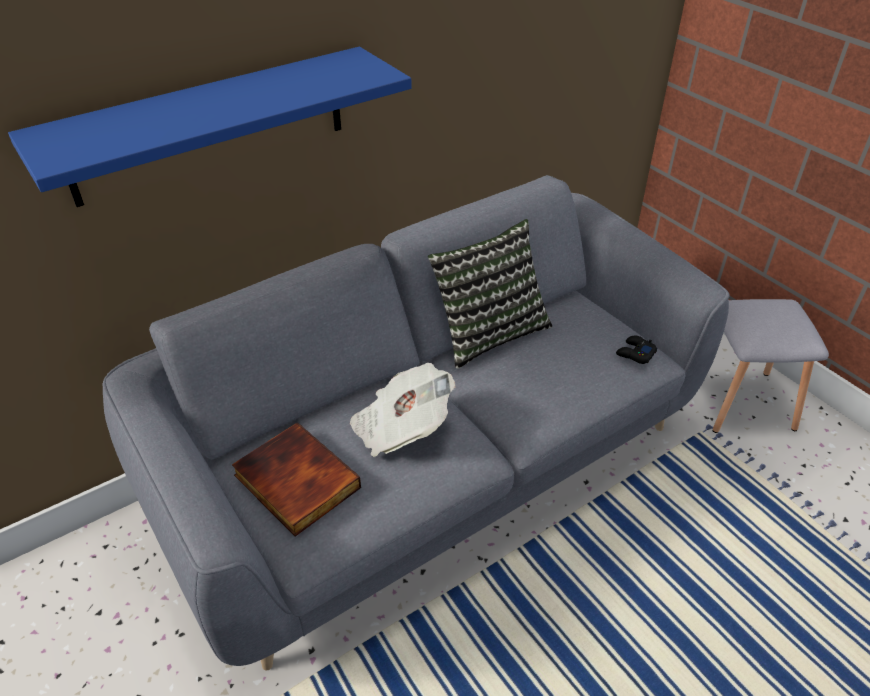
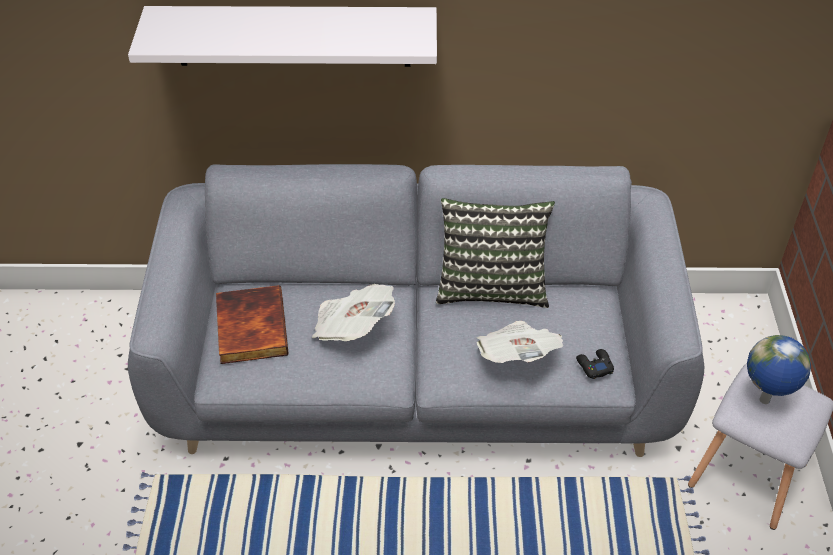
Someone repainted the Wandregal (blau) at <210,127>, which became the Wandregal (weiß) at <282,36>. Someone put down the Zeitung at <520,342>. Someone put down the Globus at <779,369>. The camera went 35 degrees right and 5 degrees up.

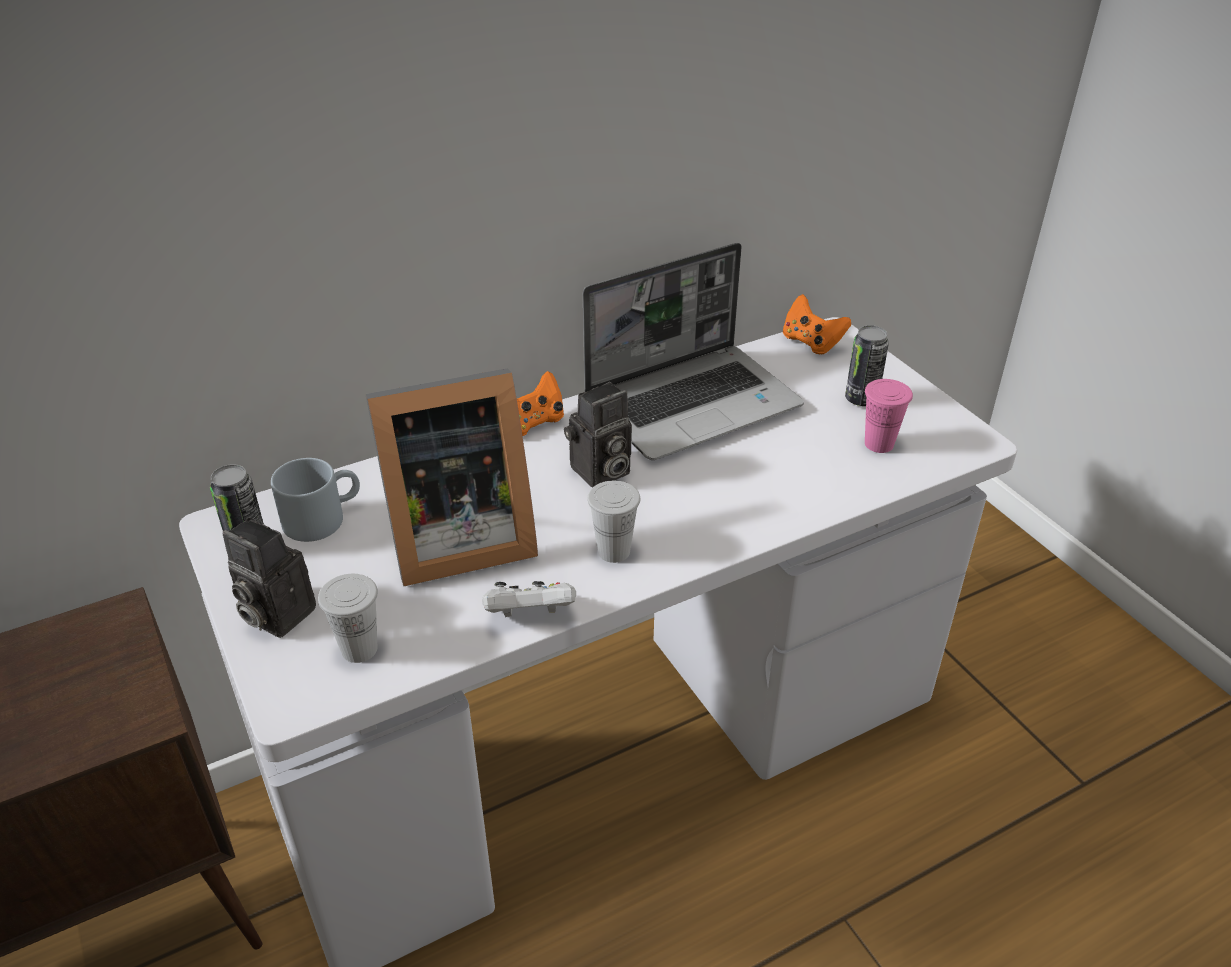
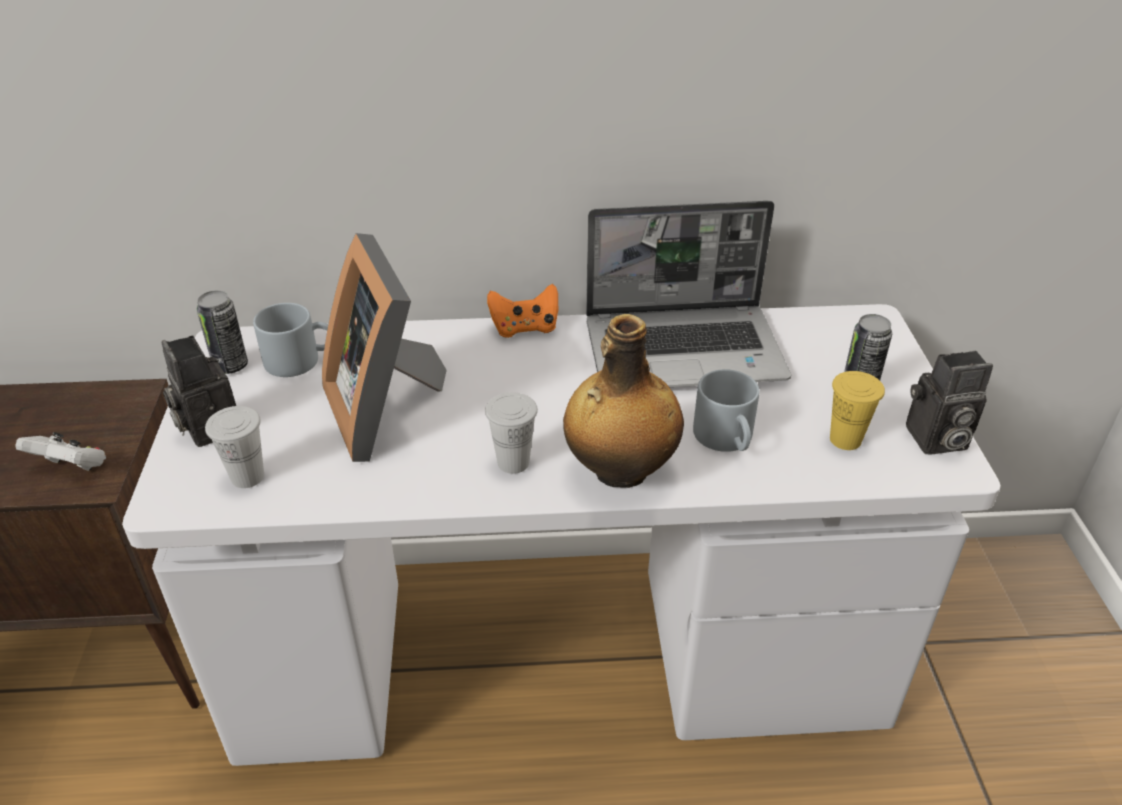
Someone took away the Gamepad (orange) at <817,324>. Someone rotated the Bilderrahmen at <452,477> by 60 degrees clockwise. Someone repainted the Tasse (rosa) at <889,416>, which became the Tasse (gelb) at <857,410>. Someone carried the Kamera from <598,435> to <949,402>. Someone carried the Gamepad (weiß) from <529,599> to <60,451>. Someone put down the Flasche at <623,401>. Someone put down the Henkelbecher (grau) at <726,410>. The camera went 25 degrees right and 0 degrees up.

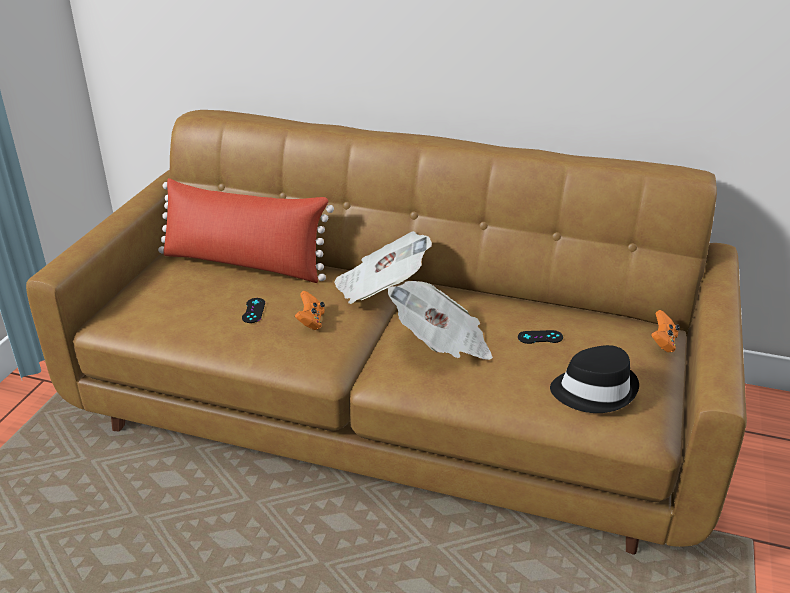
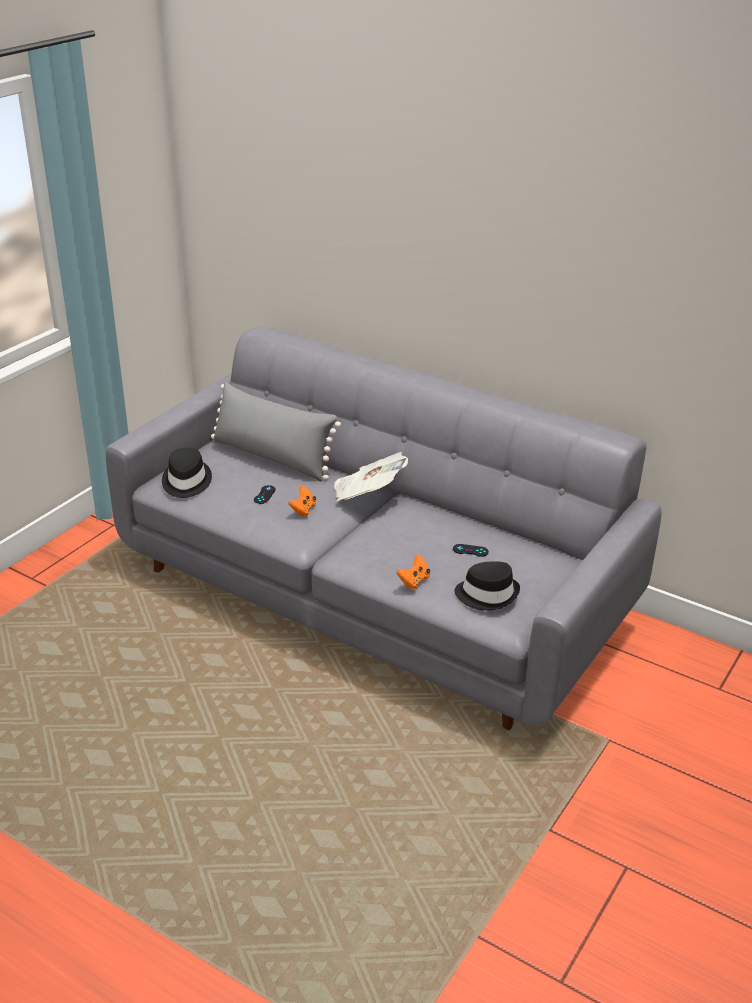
Someone repainted the Sofa (braun) at <386,332>, which became the Sofa (grau) at <384,528>. Someone repainted the Kissen (rot) at <246,230>, which became the Kissen (grau) at <276,431>. Someone took away the Zeitung at <440,320>. Someone carried the Gamepad (orange) from <665,331> to <413,571>. Someone put down the Hut (schwarz) at <187,473>. The camera went 15 degrees right and 0 degrees up.

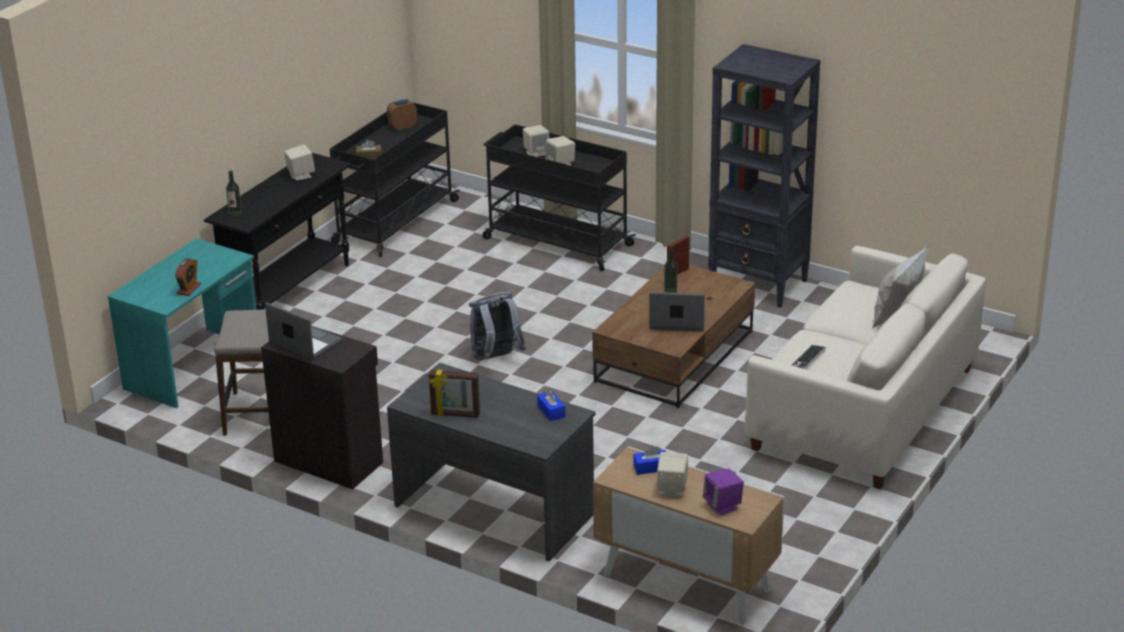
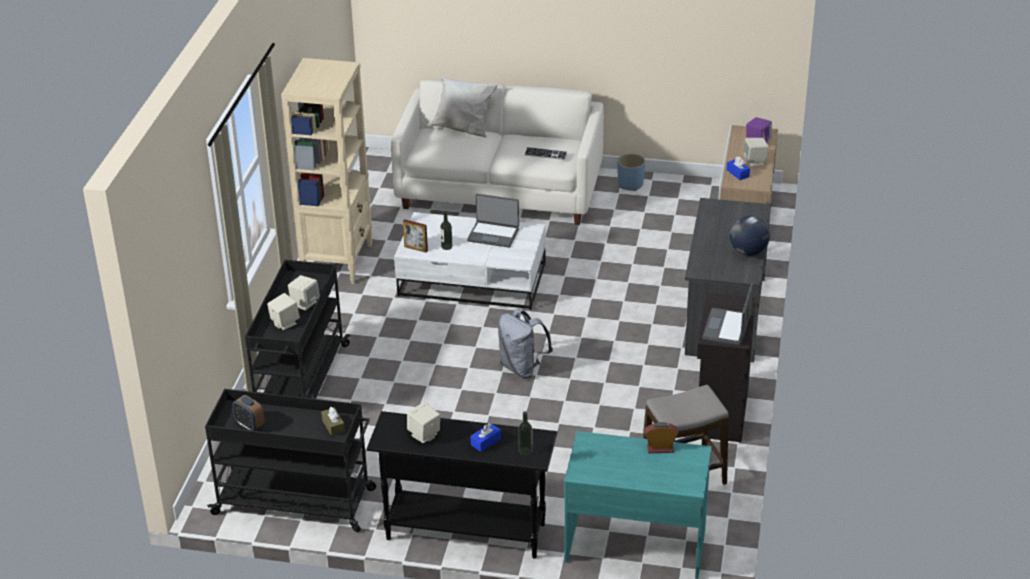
Someone repainted the Bücherregal (schwarz) at <764,176>, which became the Bücherregal (beige) at <326,171>. Someone repainted the Couchtisch (braun) at <673,336>, which became the Couchtisch (weiß) at <470,261>. Someone rotated the Laptop at <677,311> by 60 degrees counterclockwise. Someone swapped the Bilderrahmen at <454,393> for the Globus at <750,236>. Someone carried the Taschentuchbox (blau) from <551,405> to <485,437>. Someone put down the Pflanzkübel (blau) at <631,172>. The camera went 110 degrees left and 5 degrees up.

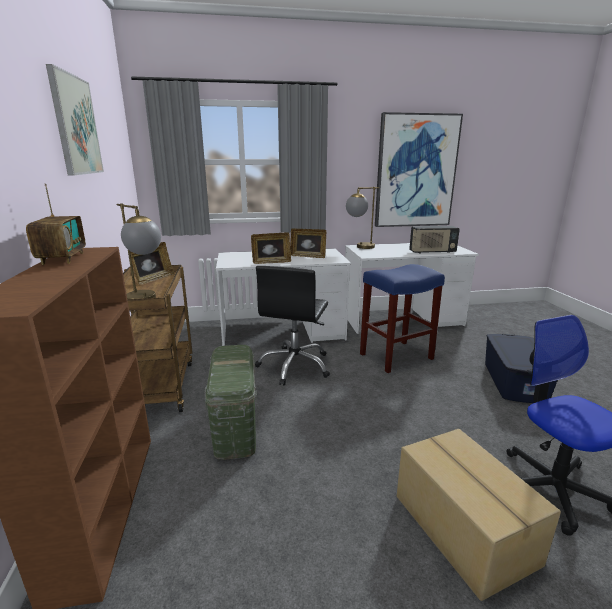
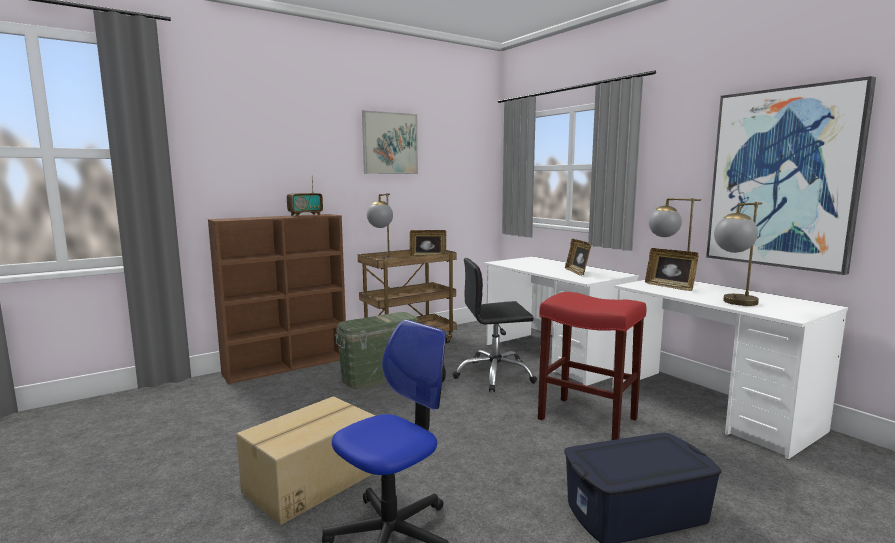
Someone swapped the Radio at <434,239> for the Tischlampe at <738,254>. Someone carried the Bilderrahmen from <271,248> to <671,269>. Someone repainted the Hocker (blau) at <402,318>, which became the Hocker (rot) at <592,366>. The camera went 65 degrees right and 10 degrees down.

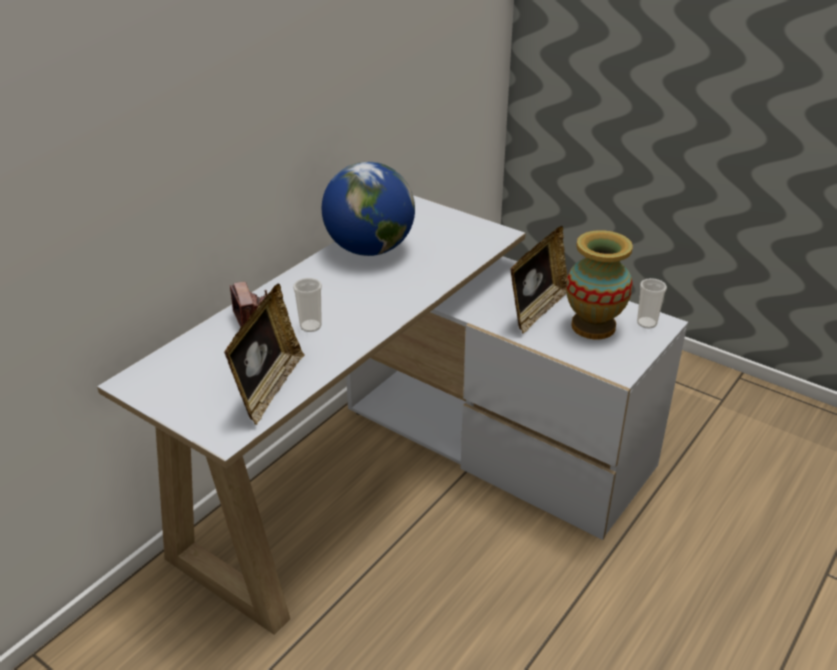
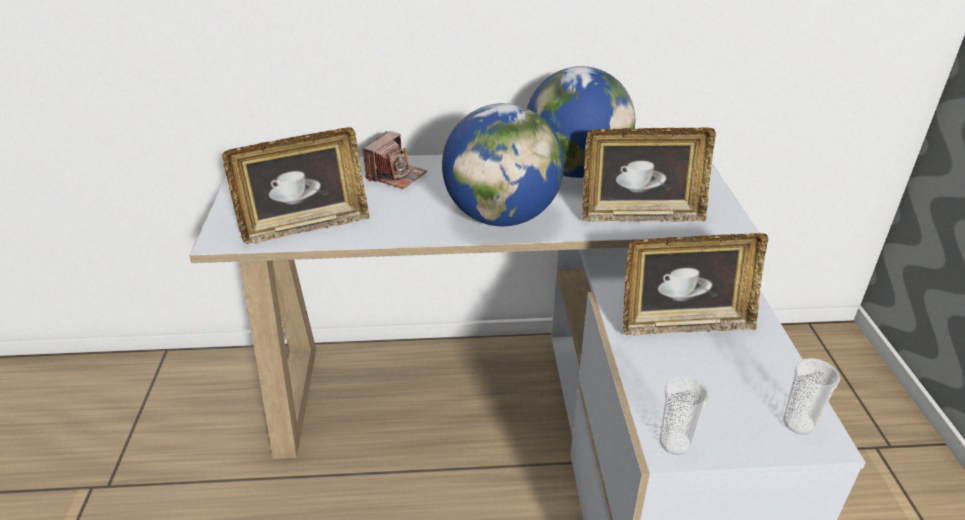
Someone took away the Vase at <599,284>. Someone carried the Tasse from <307,305> to <684,415>. Someone put down the Globus at <503,164>. Someone put down the Bilderrahmen at <649,175>. The camera went 50 degrees right and 0 degrees up.

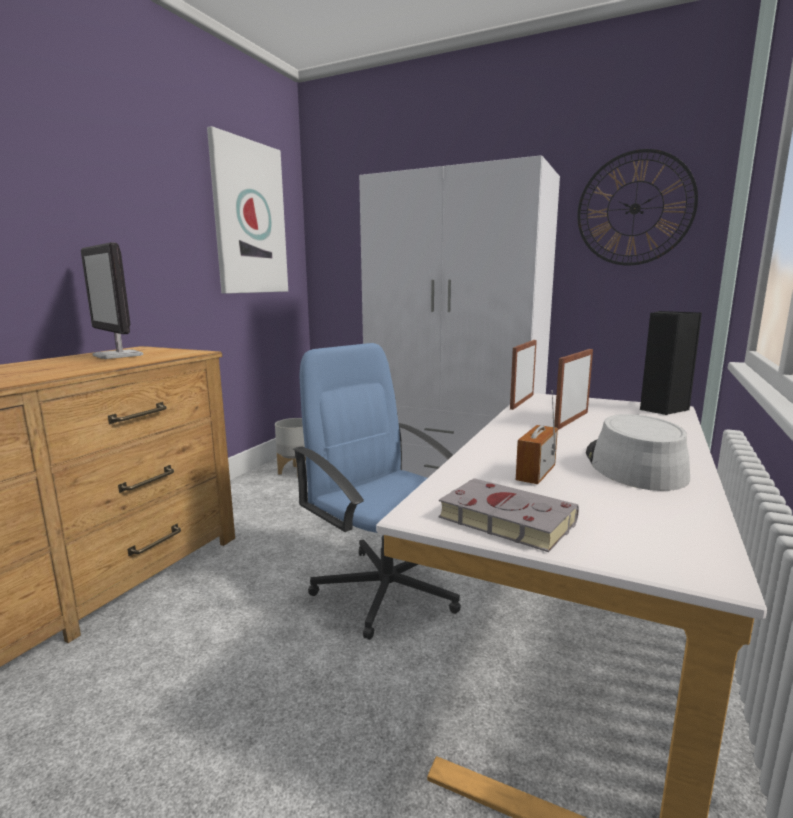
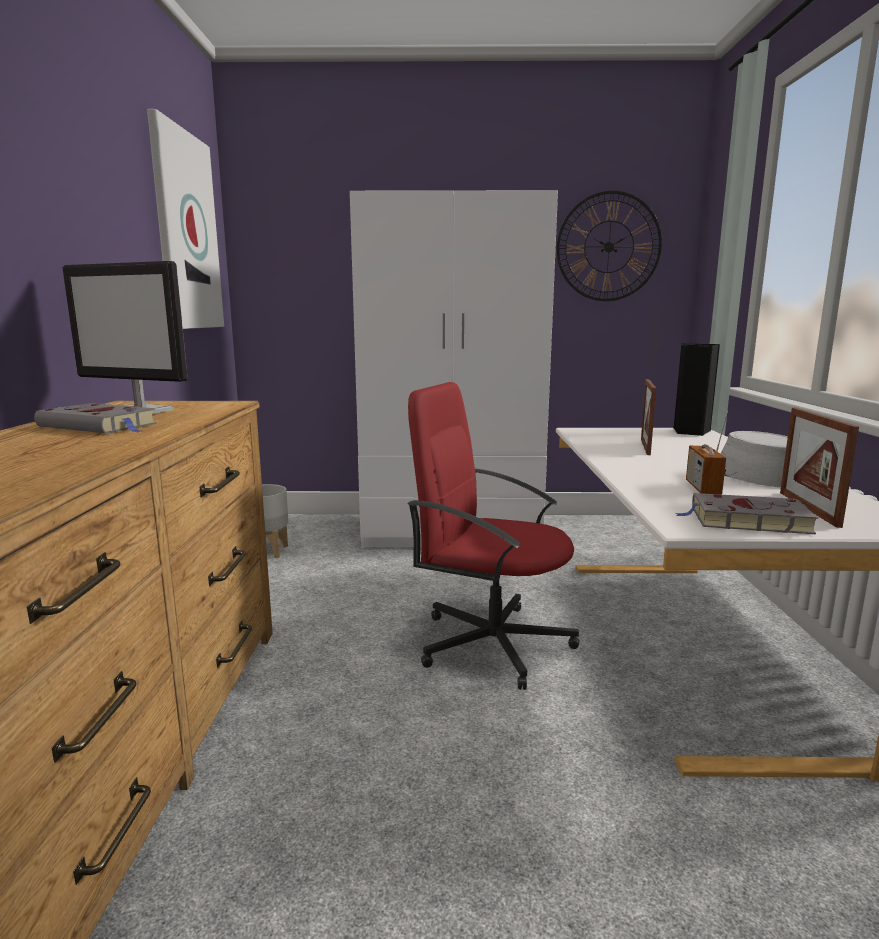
Someone carried the Bilderrahmen from <523,375> to <819,468>. Someone repainted the Bürostuhl (blau) at <377,491>, which became the Bürostuhl (rot) at <494,536>. Someone put down the Buch (grau) at <95,418>. The camera went 25 degrees left and 0 degrees up.

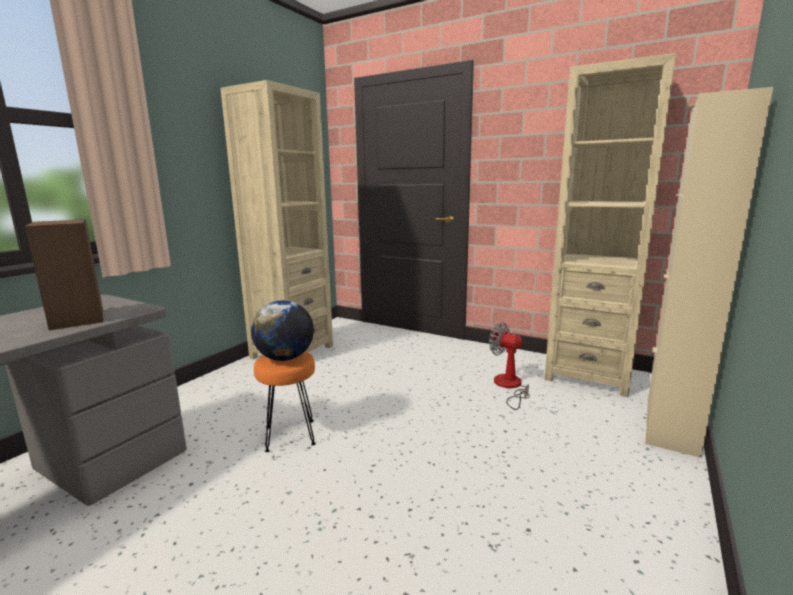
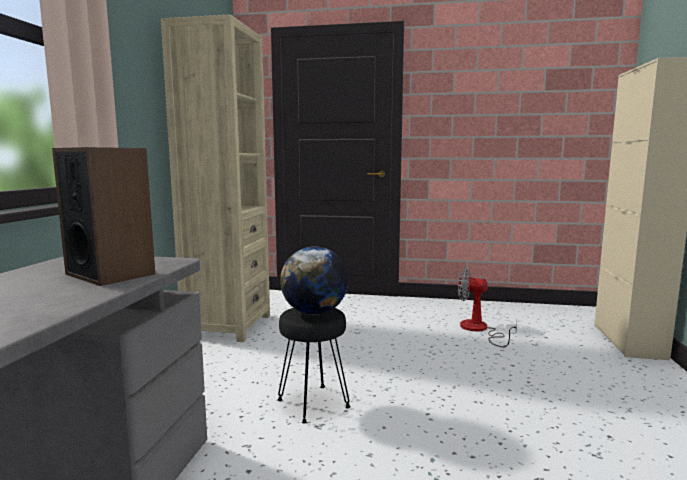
Someone took away the Bücherregal (beige) at <610,225>. Someone repainted the Hocker (orange) at <285,402>, which became the Hocker (schwarz) at <314,365>. The camera went 20 degrees left and 5 degrees down.

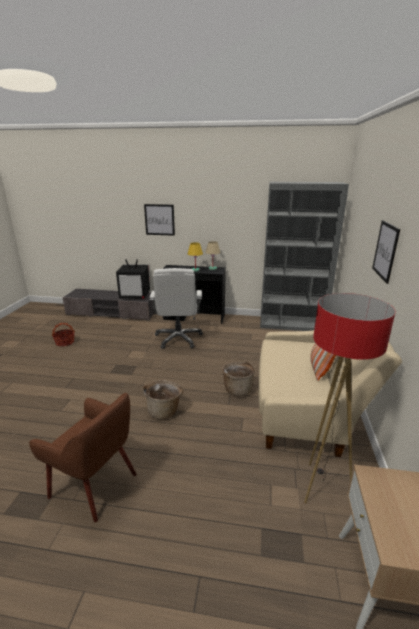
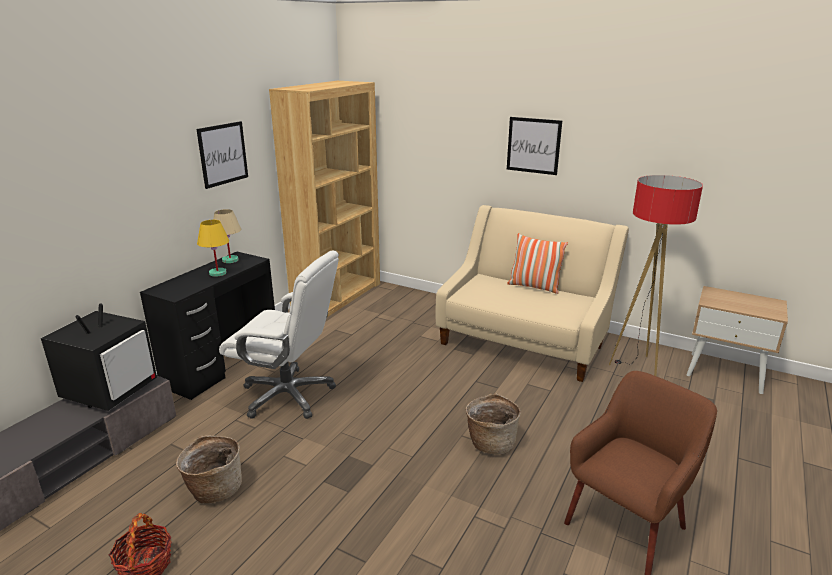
Someone repainted the Bücherregal (grau) at <304,256>, which became the Bücherregal (braun) at <324,199>. Someone carried the Bild from <159,220> to <222,155>. Someone carried the Korb from <238,379> to <209,469>. The camera went 70 degrees left and 0 degrees up.

